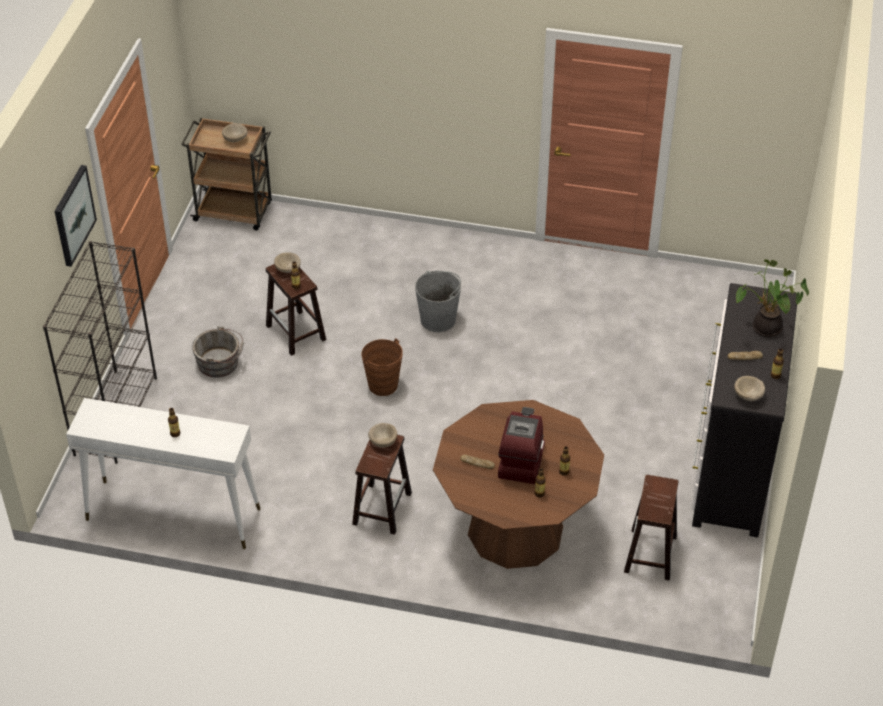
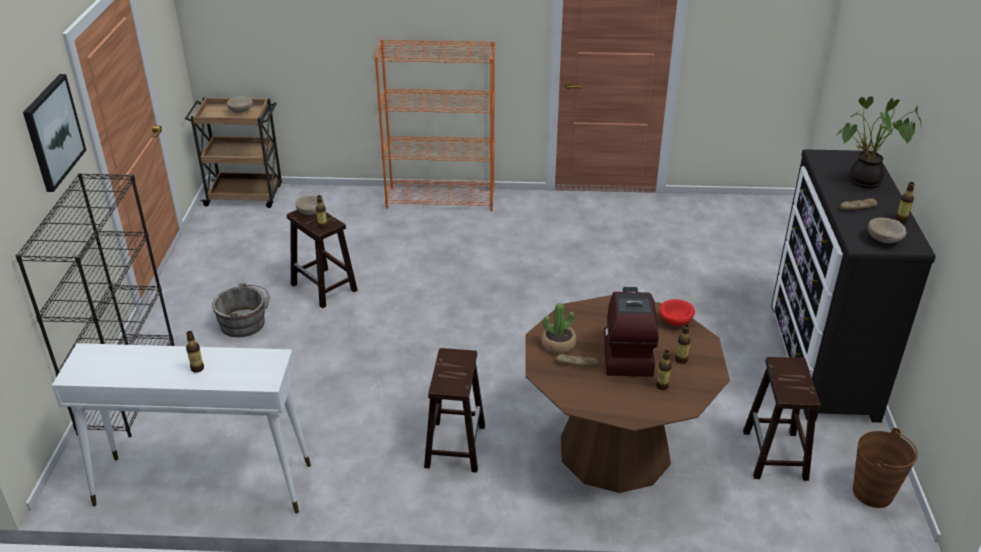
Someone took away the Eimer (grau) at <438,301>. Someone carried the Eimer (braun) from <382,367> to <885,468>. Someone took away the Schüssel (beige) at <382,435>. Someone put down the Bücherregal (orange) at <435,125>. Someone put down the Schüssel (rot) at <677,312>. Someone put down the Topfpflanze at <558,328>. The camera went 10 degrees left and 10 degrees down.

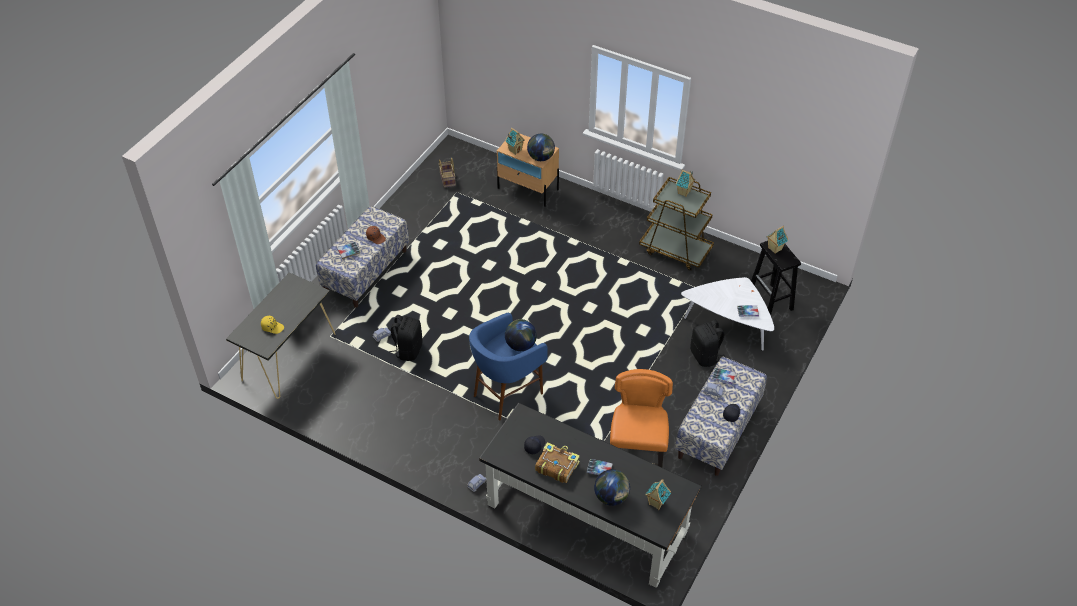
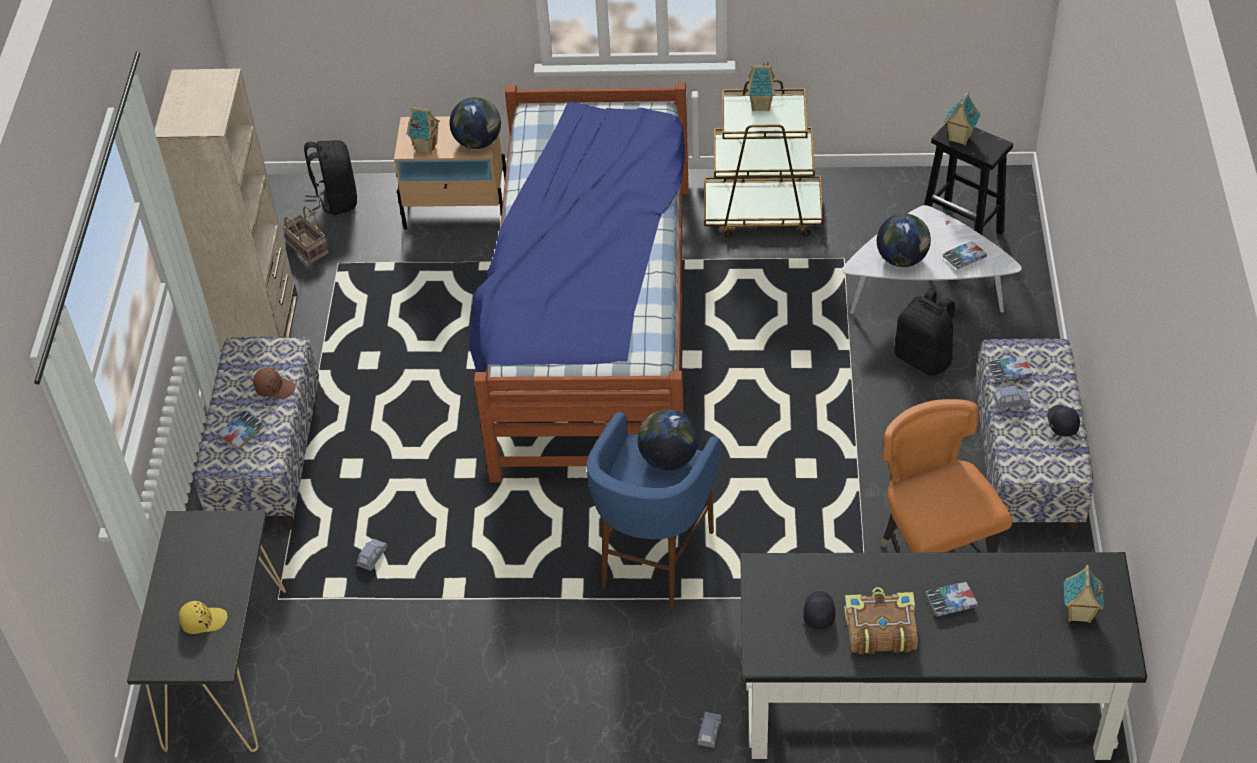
Someone carried the Rucksack (schwarz) from <406,338> to <330,177>. Someone carried the Globus from <612,487> to <904,240>. Someone put down the Bücherregal (beige) at <226,209>. Someone put down the Bett at <579,282>. The camera went 25 degrees left and 0 degrees up.

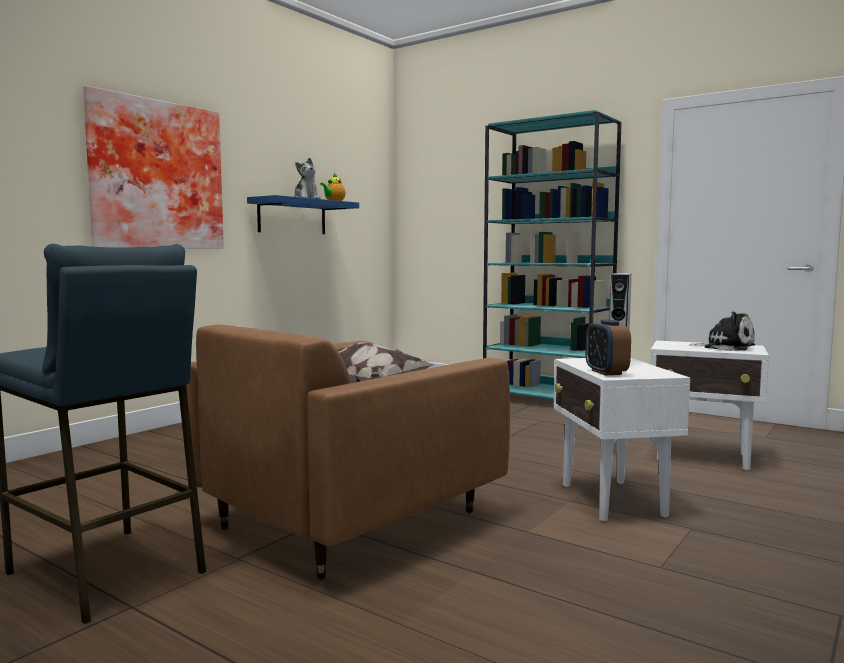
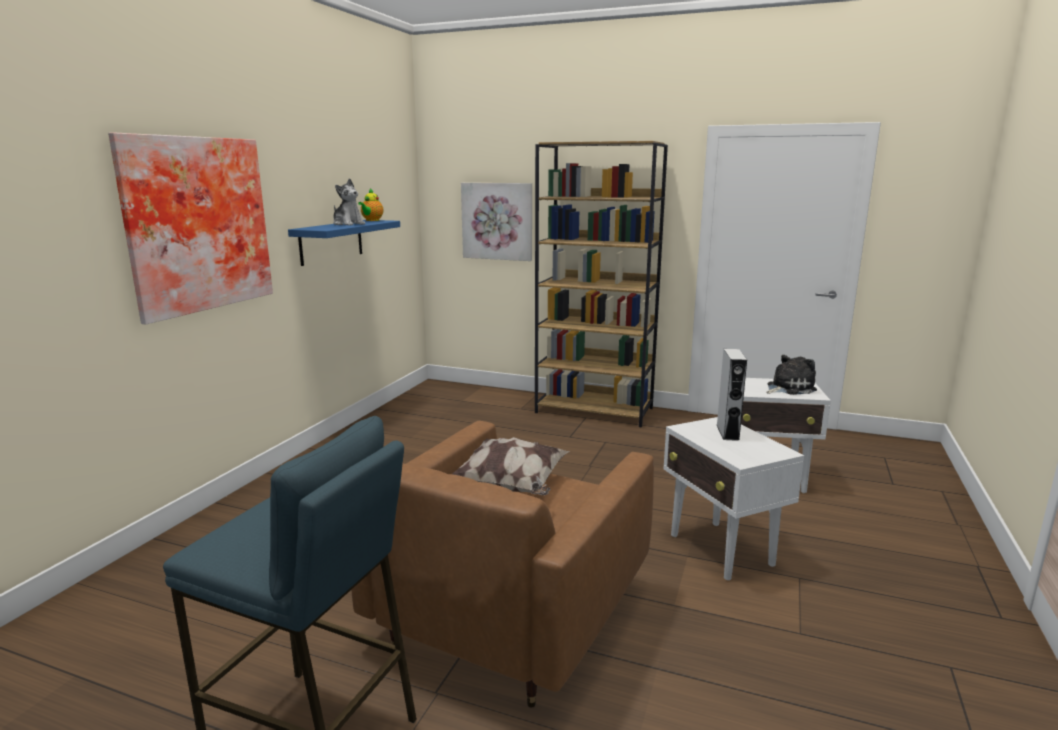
Someone repainted the Bücherregal (türkis) at <552,254>, which became the Bücherregal (braun) at <601,284>. Someone rotated the Plüschtier at <722,331> by 45 degrees counterclockwise. Someone took away the Wecker at <608,348>. Someone put up the Bild at <496,222>. The camera went 15 degrees left and 10 degrees up.

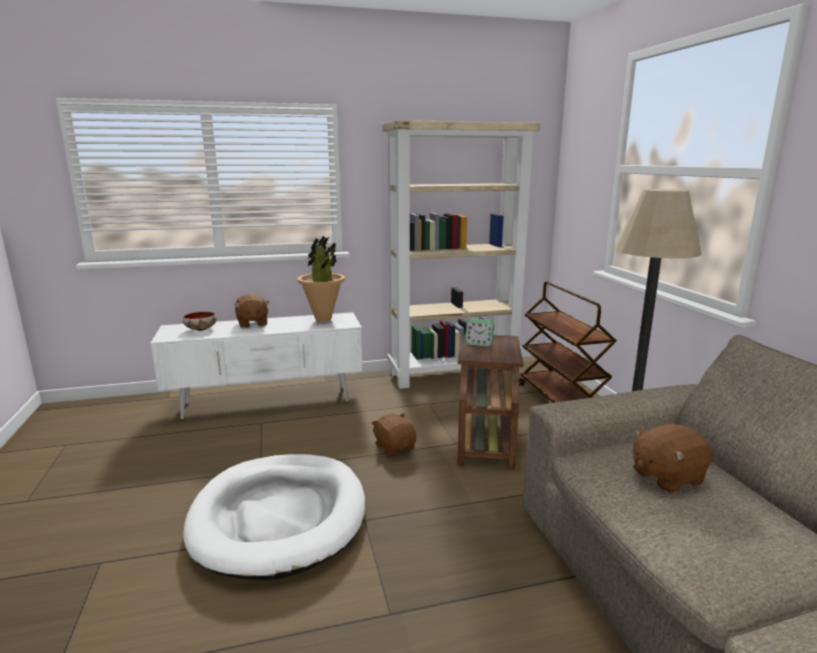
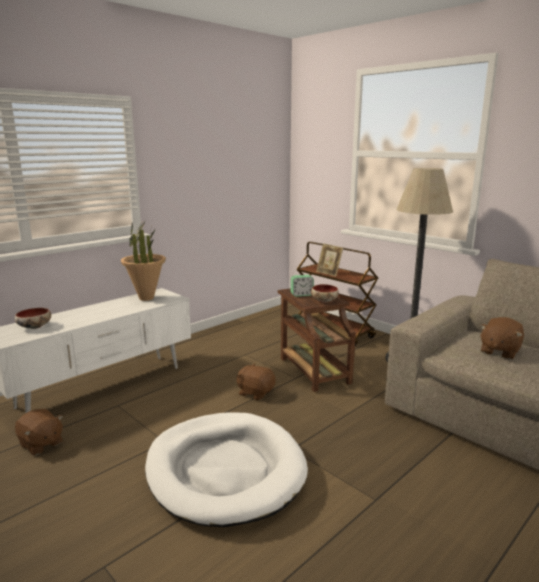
Someone took away the Bücherregal (beige) at <461,254>. Someone carried the Plüschtier (braun) from <251,311> to <39,432>. Someone put down the Bilderrahmen at <329,260>. Someone put down the Schüssel at <325,293>. The camera went 30 degrees left and 0 degrees up.

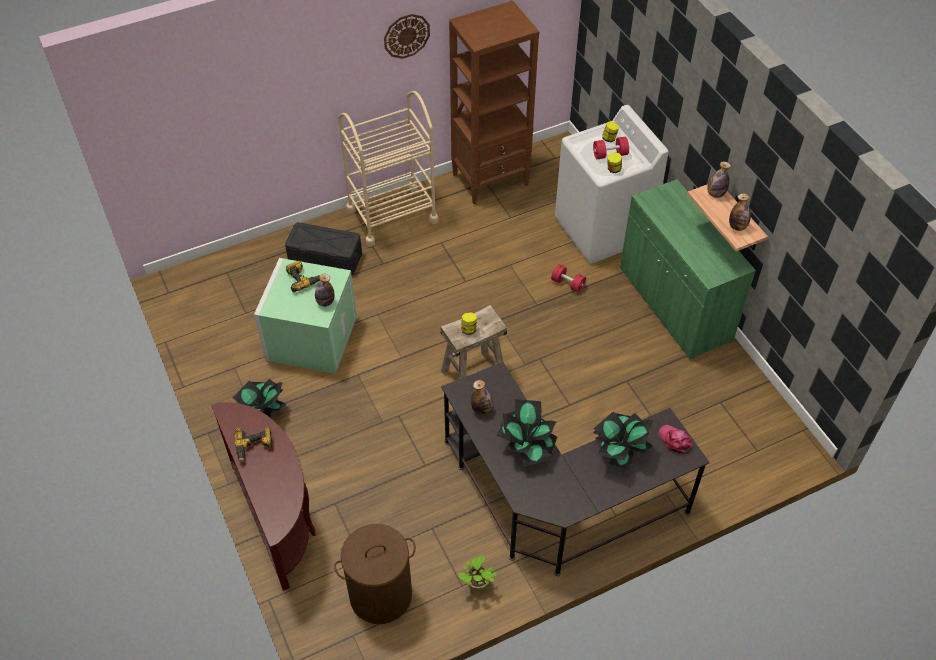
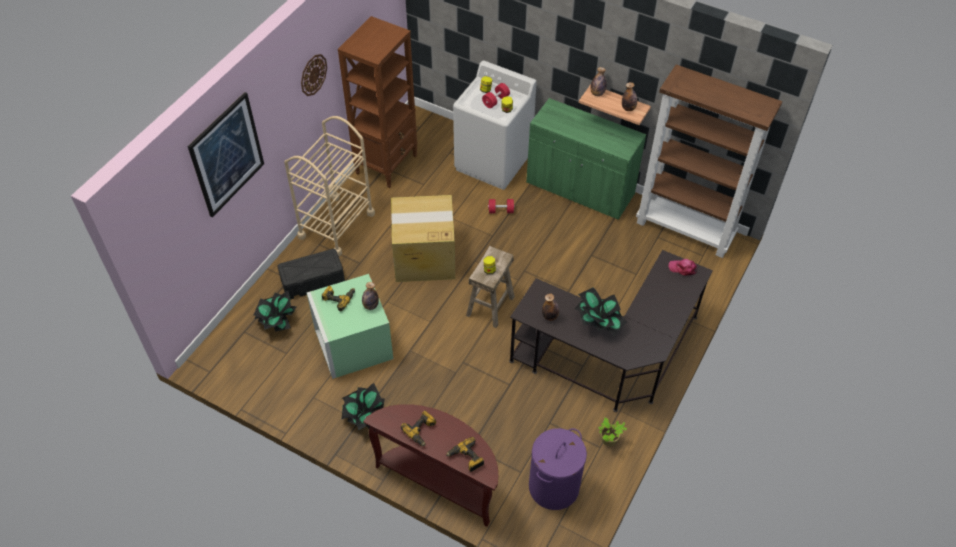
Someone carried the Topfpflanze from <623,440> to <275,311>. Someone repainted the Wäschekorb (braun) at <375,574>, which became the Wäschekorb (lila) at <558,469>. Someone put down the Bücherregal (braun) at <709,161>. Someone put up the Bild at <225,154>. Someone put down the Karton at <423,238>. Someone put down the Bohrmaschine at <465,454>. The camera went 35 degrees left and 0 degrees up.

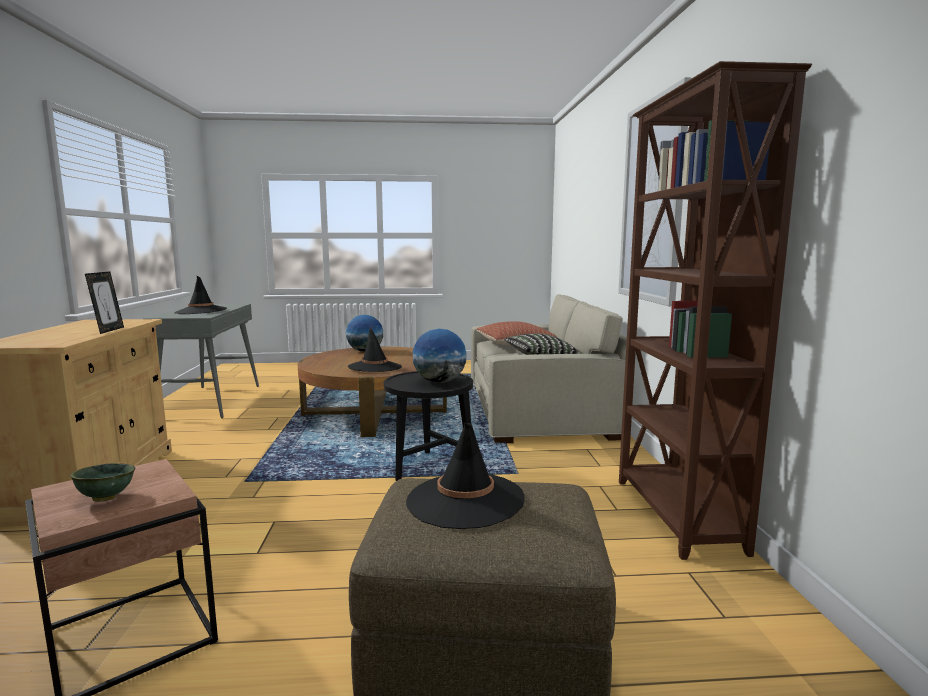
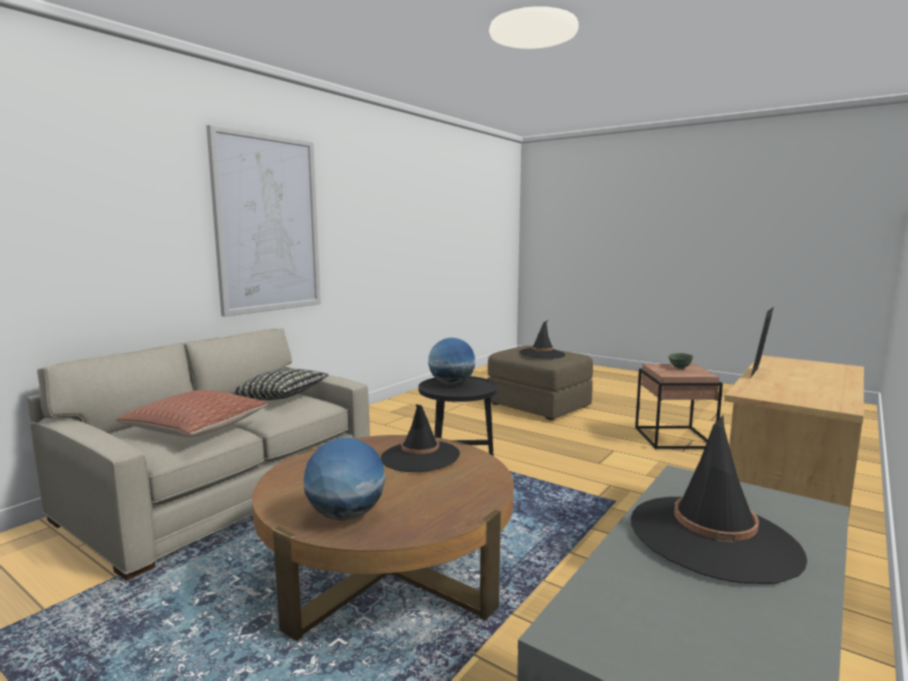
Someone took away the Bücherregal (braun) at <715,310>. The camera went 140 degrees left and 0 degrees up.

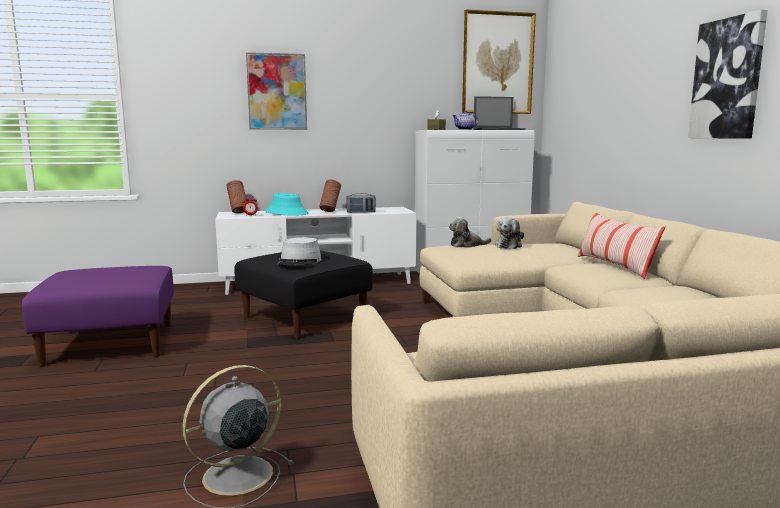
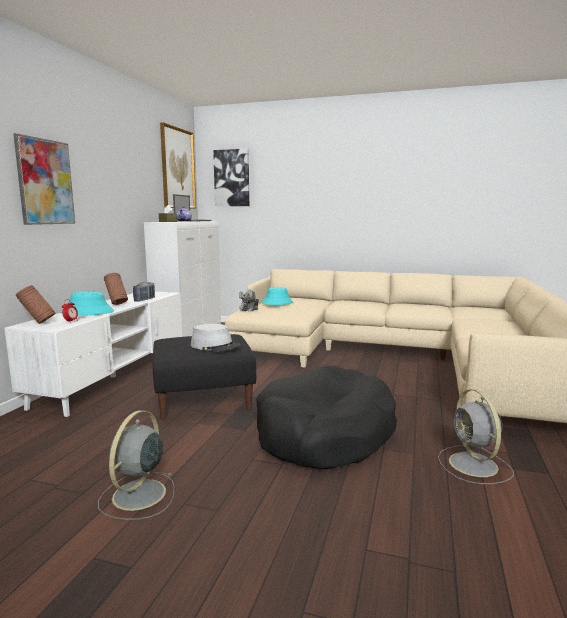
Someone carried the Bild from <728,74> to <231,177>. Someone took away the Kissen at <621,245>. Someone swapped the Plüschtier at <509,233> for the Hut (türkis) at <277,296>. Someone swapped the Polsterhocker (lila) at <98,316> for the Ventilator (grau) at <136,465>. Someone put down the Hundebett (schwarz) at <326,417>. The camera went 60 degrees left and 0 degrees up.

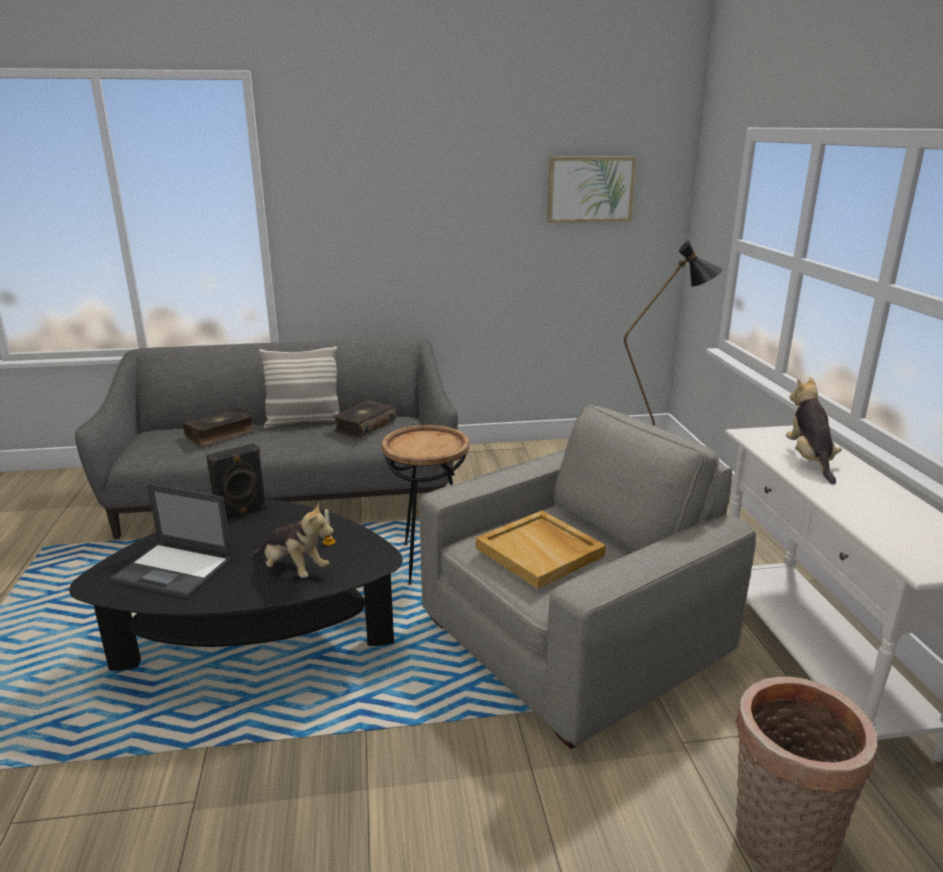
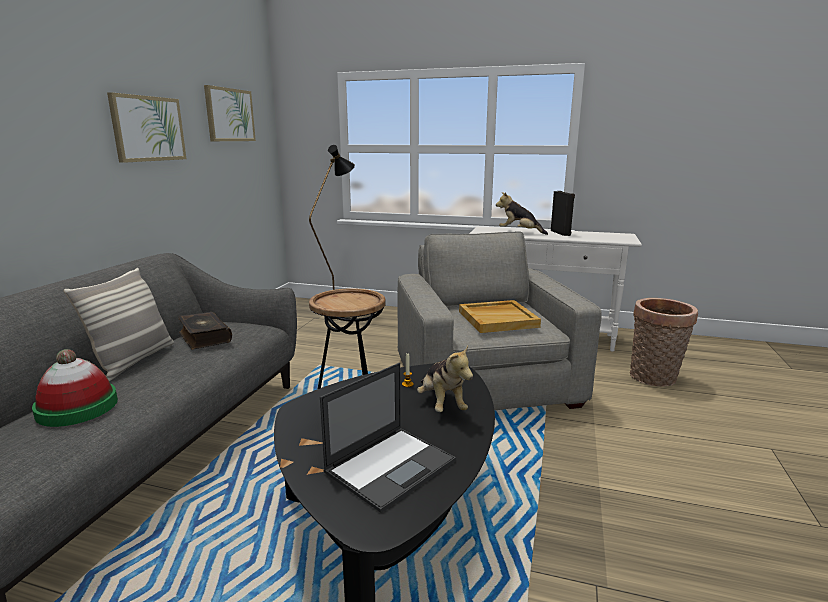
Someone swapped the Buch at <219,427> for the Hut at <75,388>. Someone carried the Lautsprecher (schwarz) from <236,480> to <563,213>. Someone rotated the Plüschtier at <293,540> by 105 degrees clockwise. Someone put up the Bild at <146,127>. The camera went 65 degrees left and 5 degrees down.

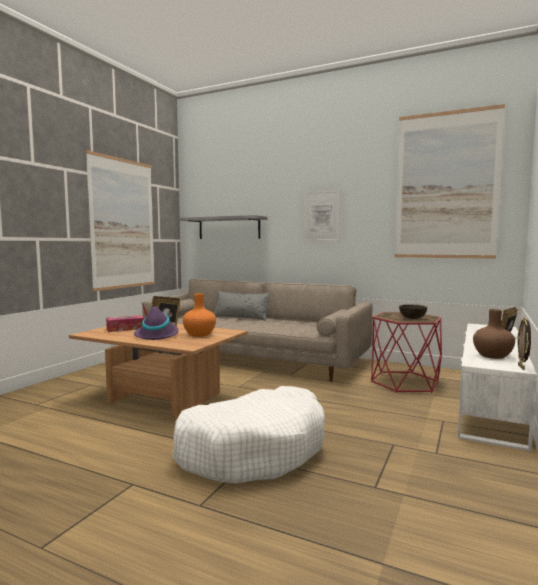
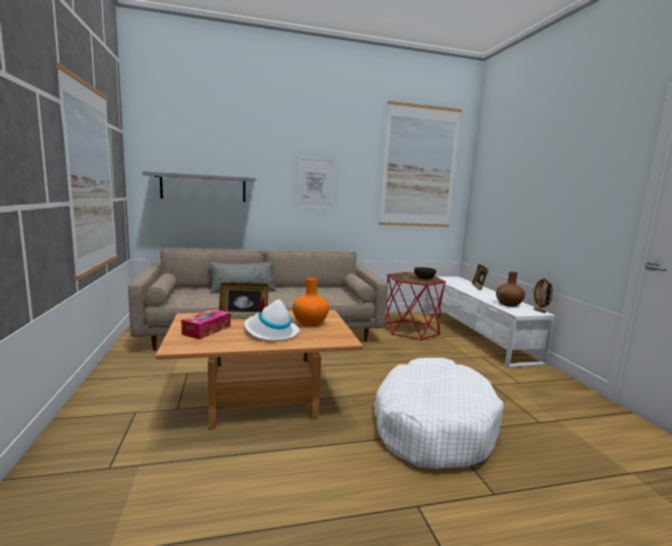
Someone repainted the Hut (lila) at <156,321>, which became the Hut (weiß) at <272,319>. The camera went 40 degrees left and 5 degrees up.

